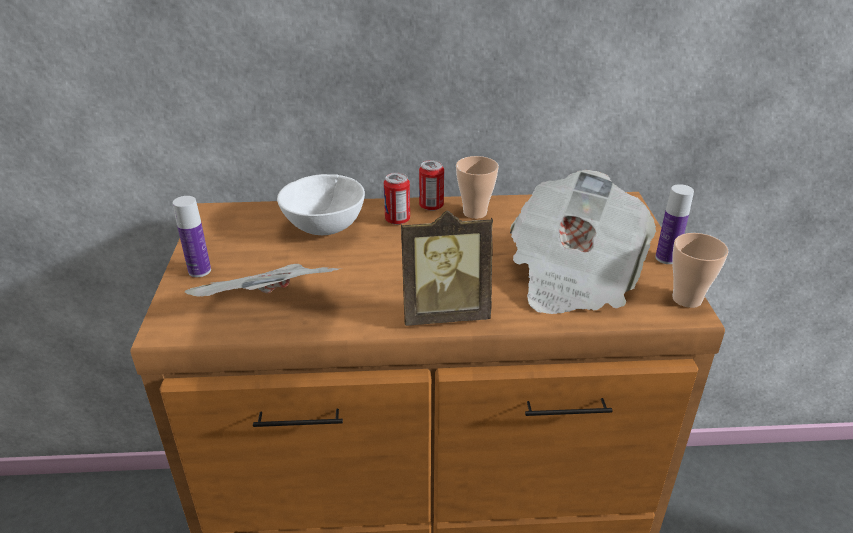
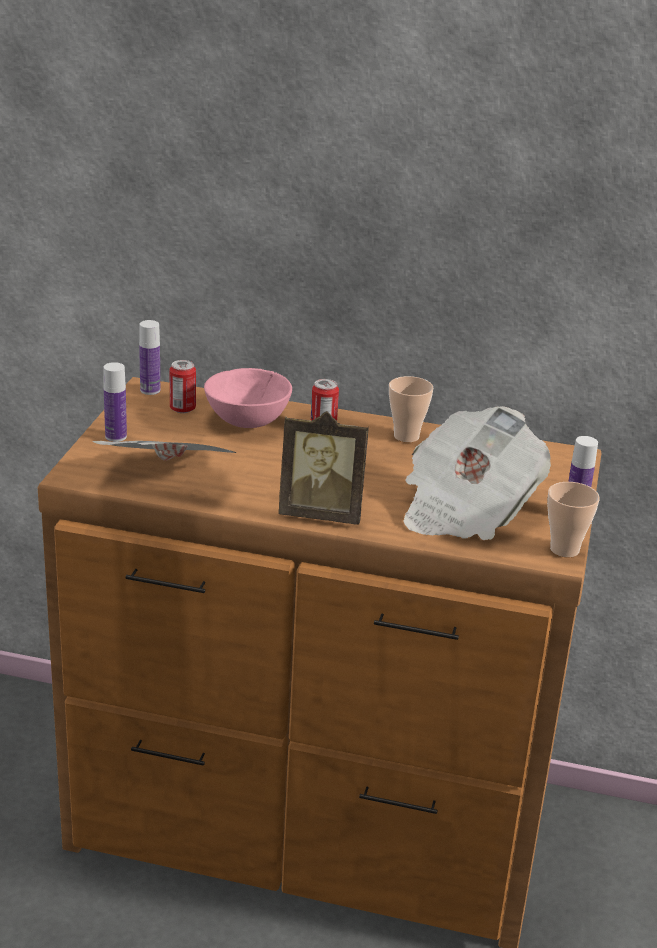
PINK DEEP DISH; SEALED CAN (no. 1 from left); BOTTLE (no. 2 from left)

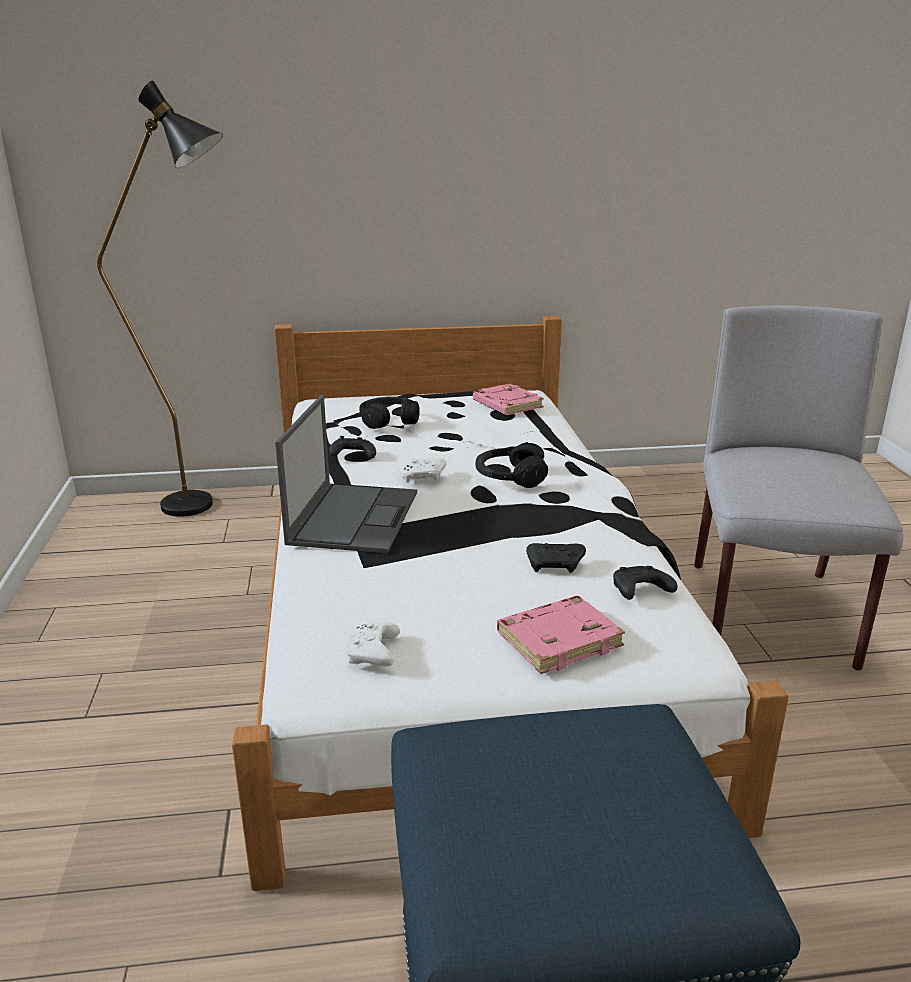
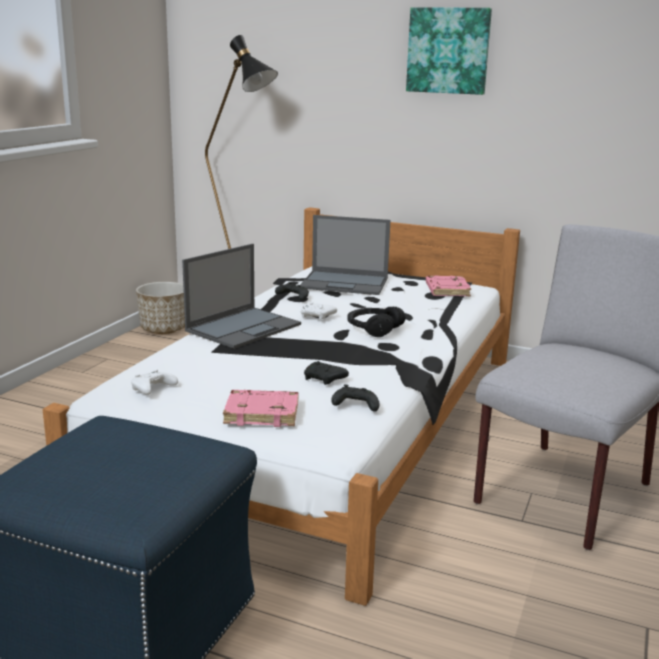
LAPTOP (no. 2 from left); PLANT POT; WALL PICTURE

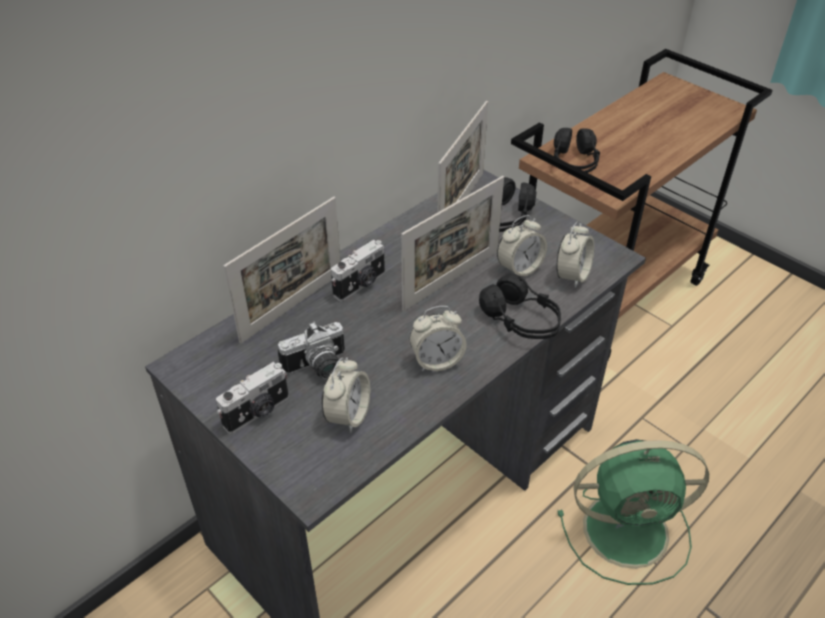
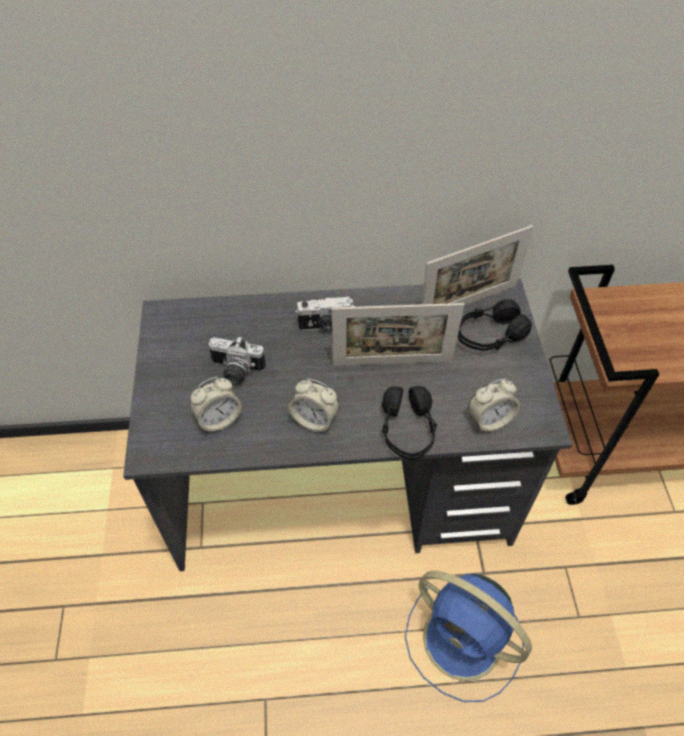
STILL CAMERA (no. 1 from left in the first image); STANDING FRAME (no. 1 from left in the first image); ALARM CLOCK (no. 3 from left in the first image); BLACK-COLOURED HEADPHONES (no. 3 from left in the first image); BLUE-COLOURED COOLING FAN

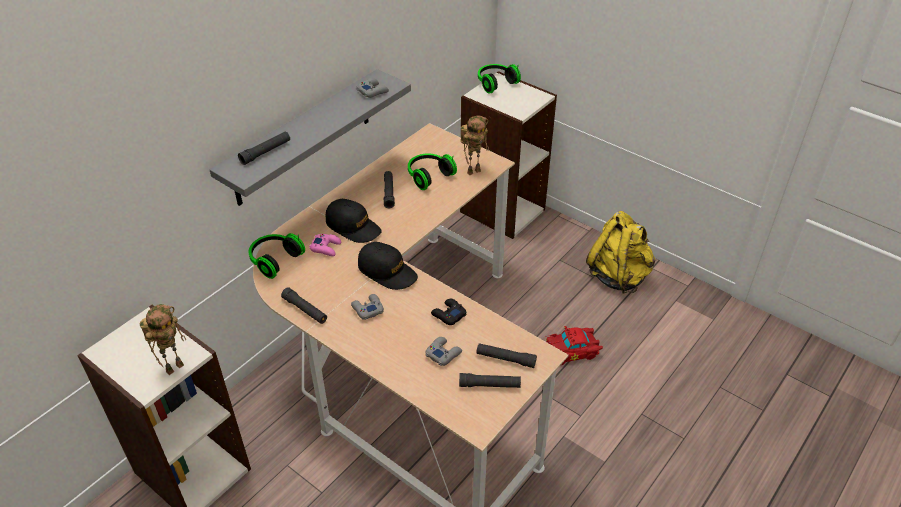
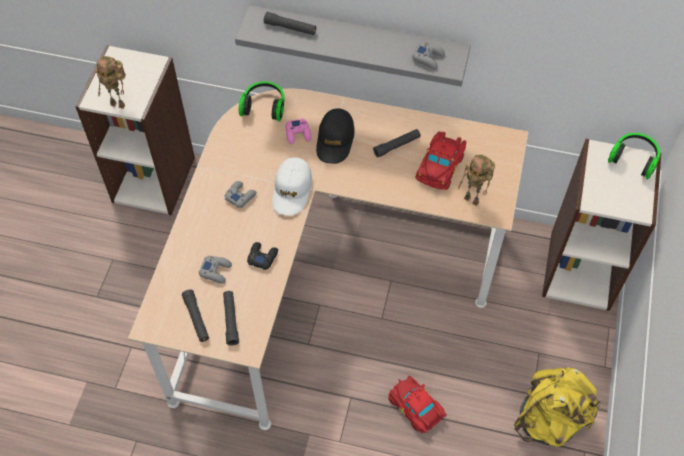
BLACK-COLOURED TORCH (no. 2 from left in the first image); WHITE BASEBALL CAP; RED-COLOURED MINIATURE CAR (no. 2 from left)

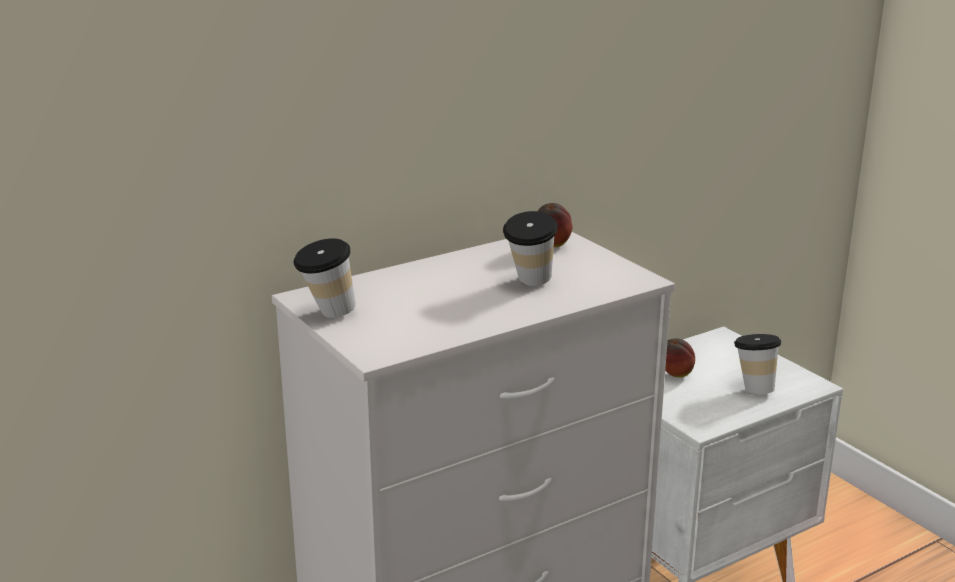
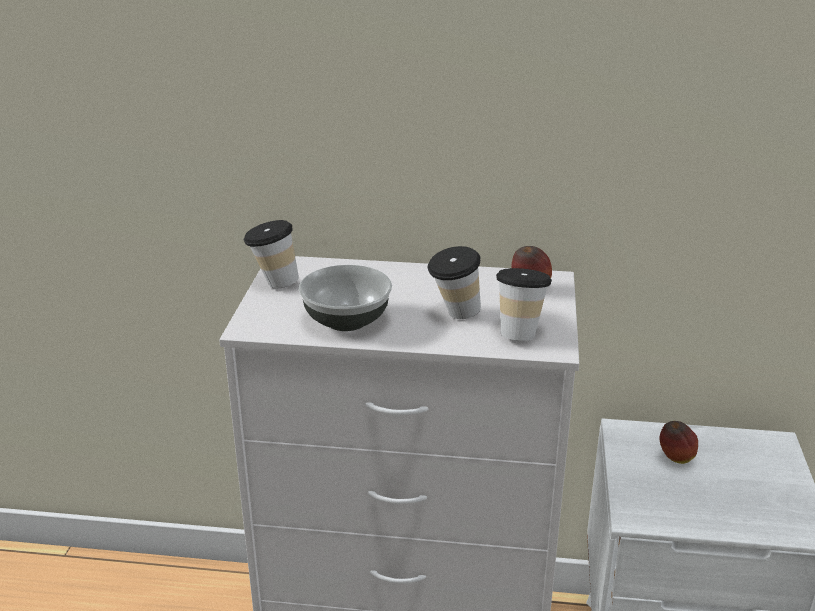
DRINKING CUP (no. 3 from left); DEEP DISH

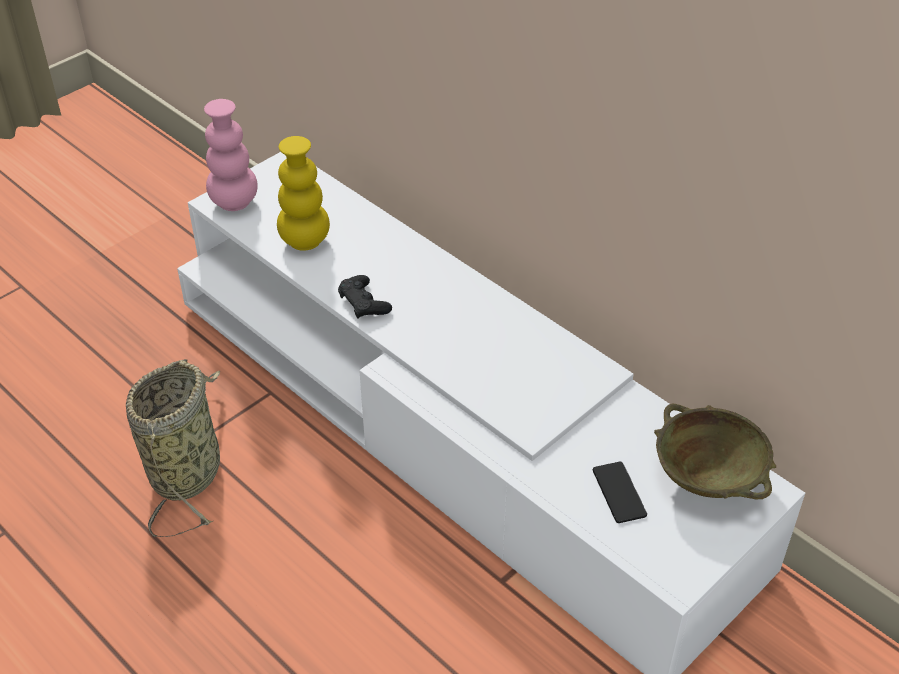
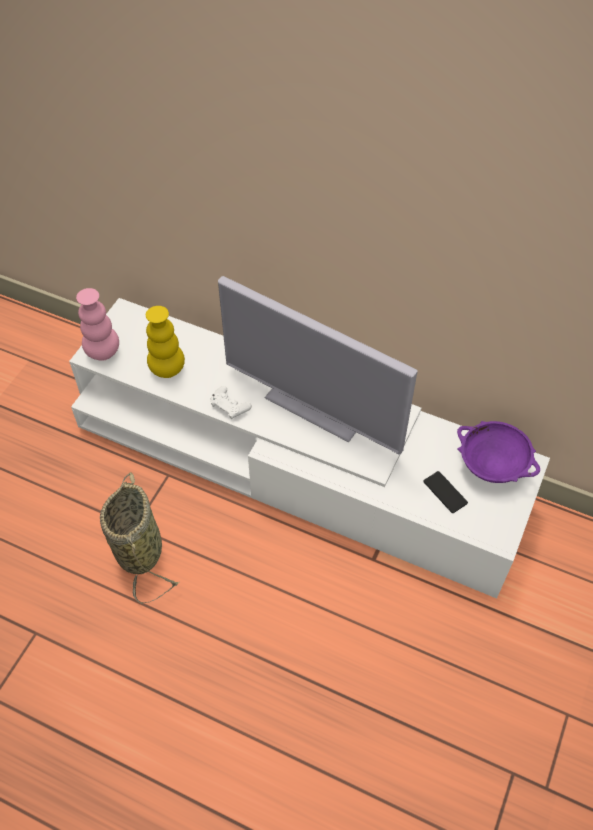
WHITE GAME CONTROLLER; PURPLE-COLOURED DEEP DISH; TV SET

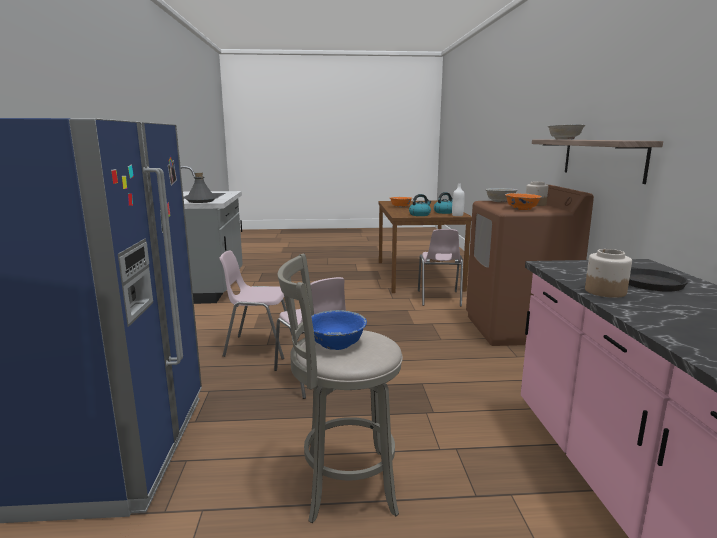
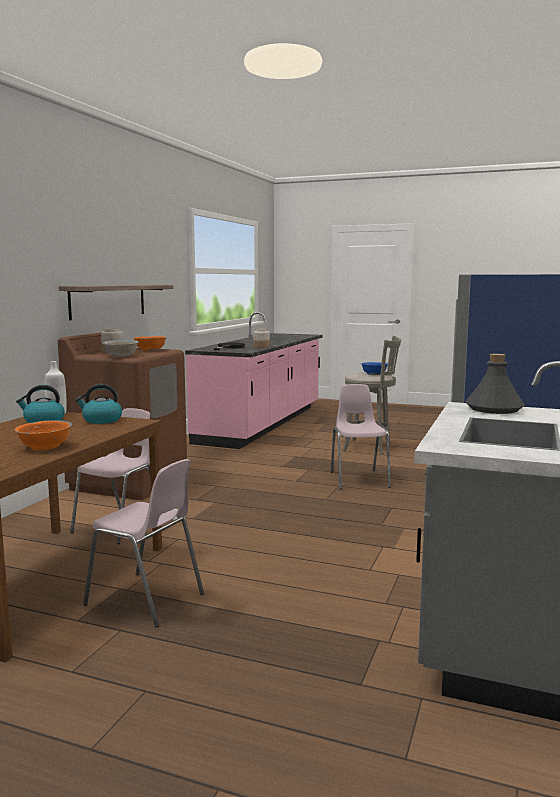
PINK CHAIR (no. 2 from left); WHITE DEEP DISH (no. 2 from left in the first image)

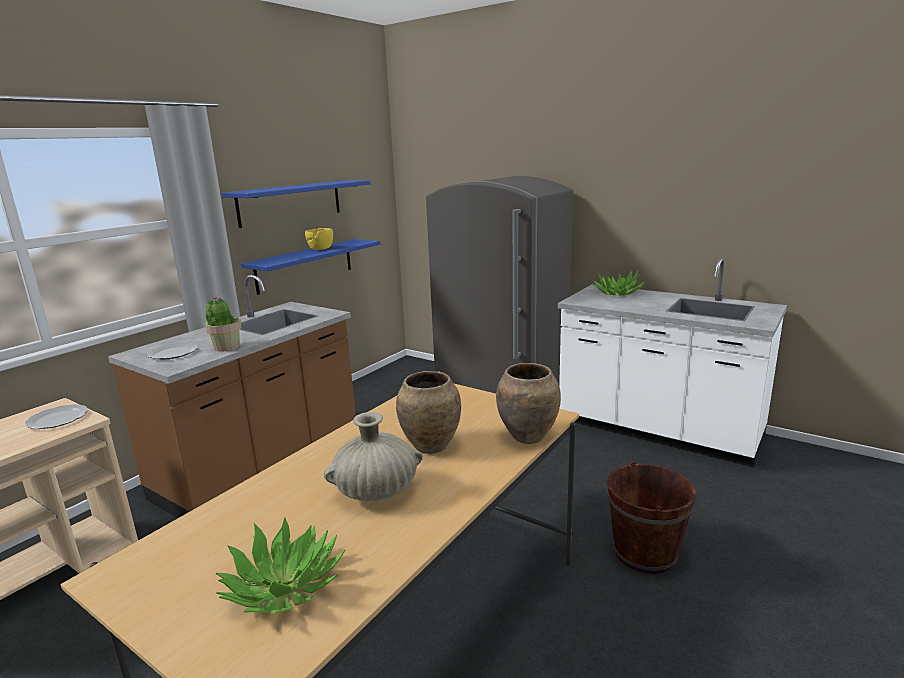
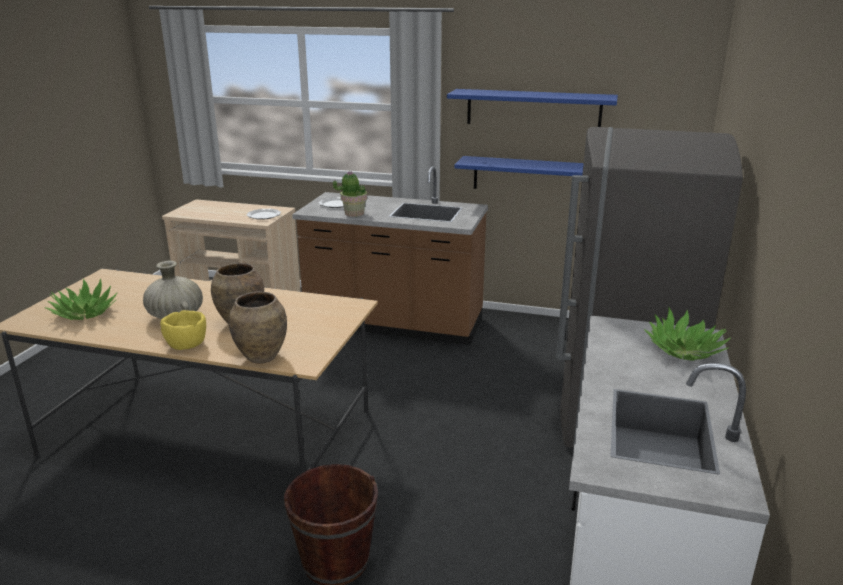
YELLOW-COLOURED DEEP DISH

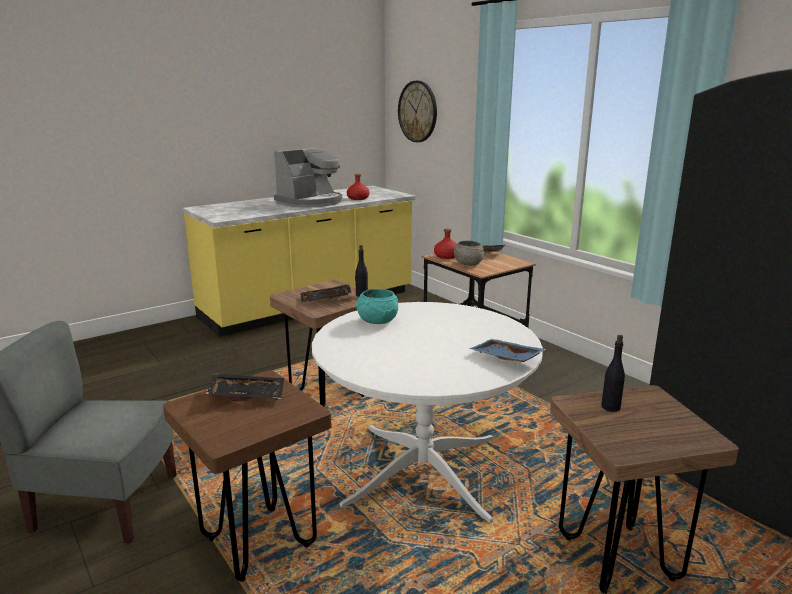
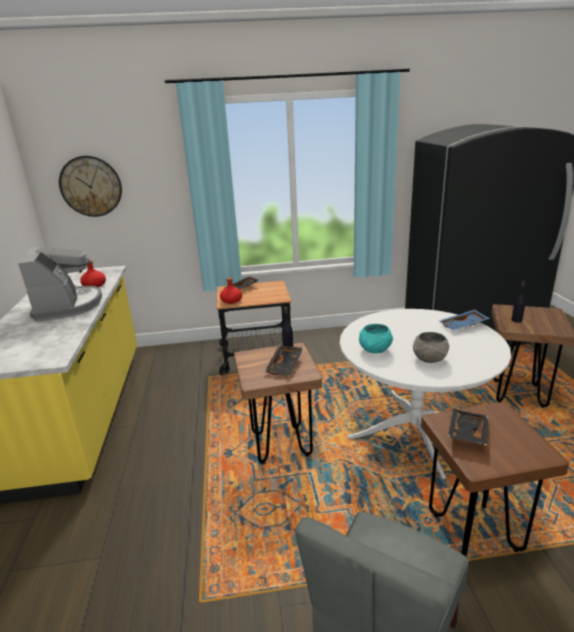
GRAY DEEP DISH

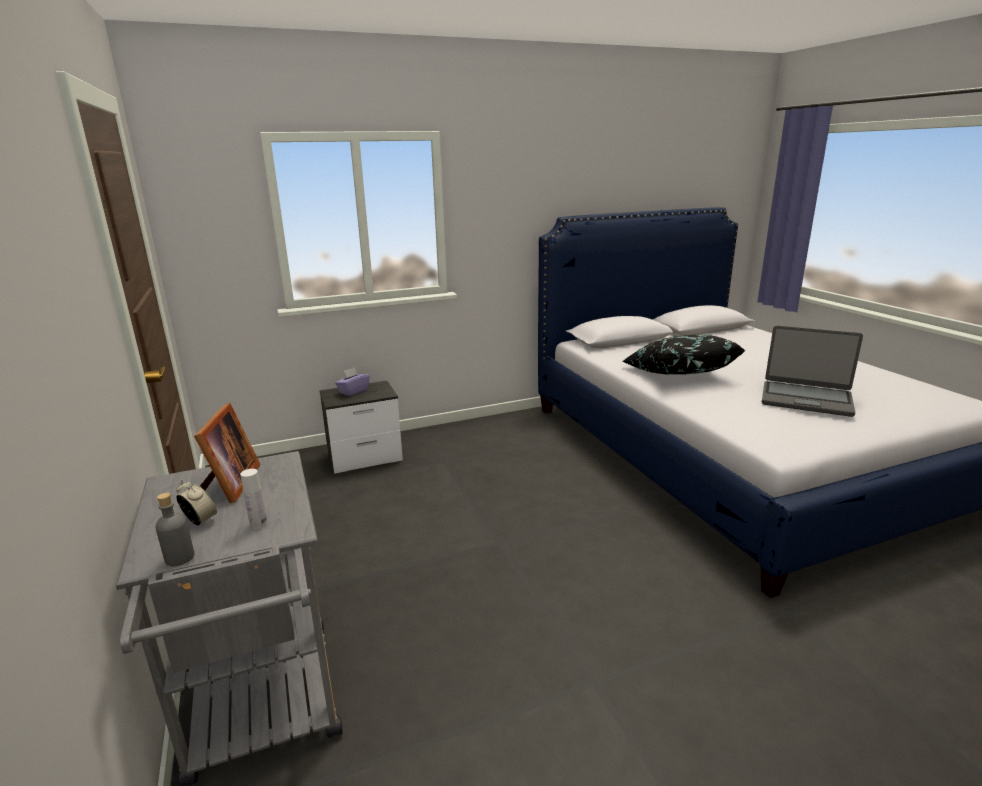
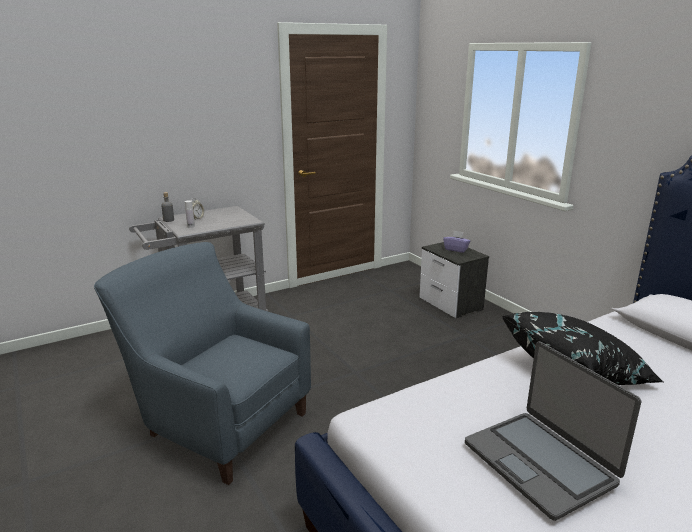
STANDING FRAME; LAPTOP; BLUE-COLOURED EASY CHAIR

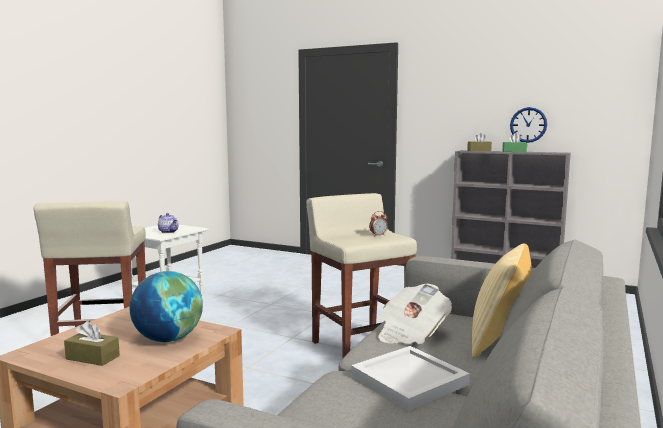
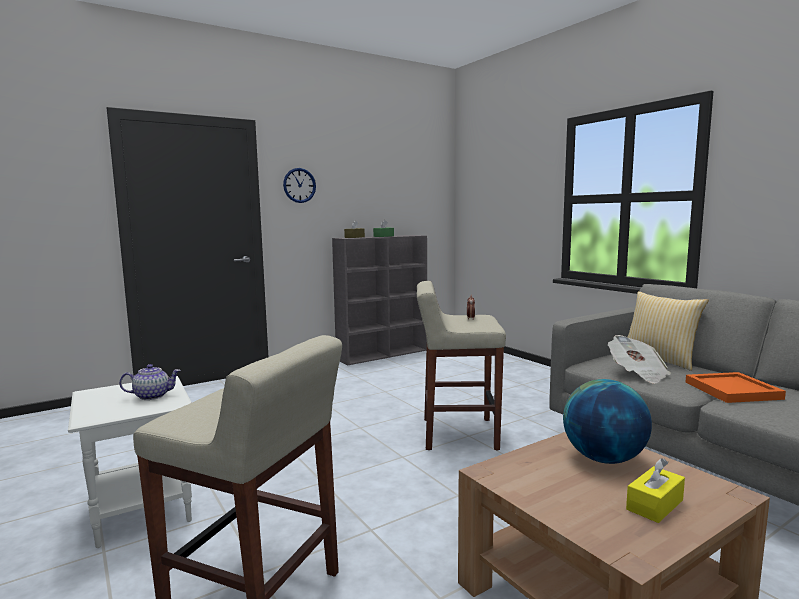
YELLOW-COLOURED BOX OF TISSUES; ORANGE-COLOURED TRAY; WALL CLOCK

